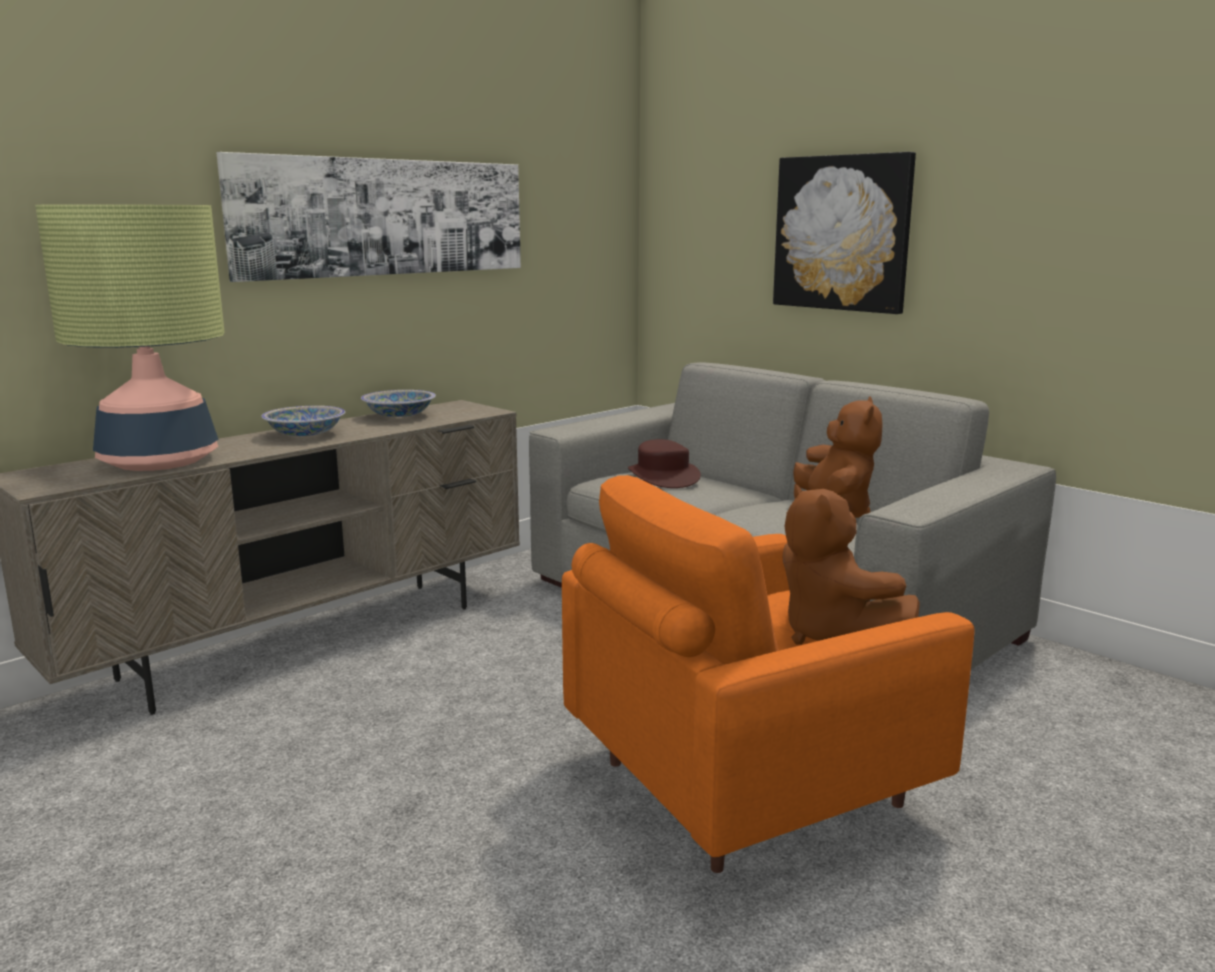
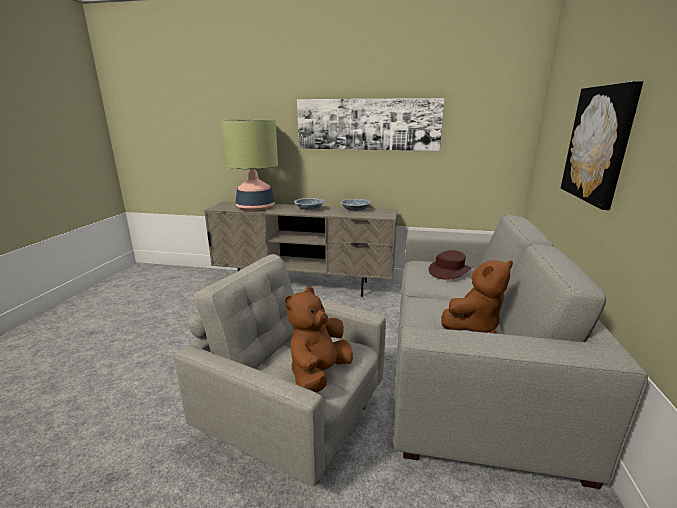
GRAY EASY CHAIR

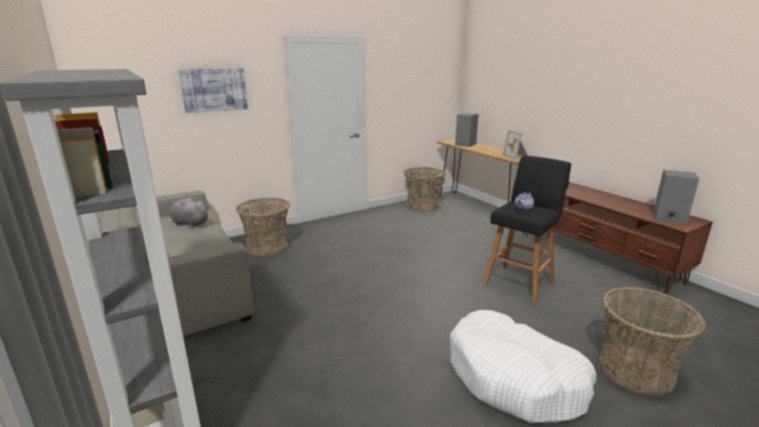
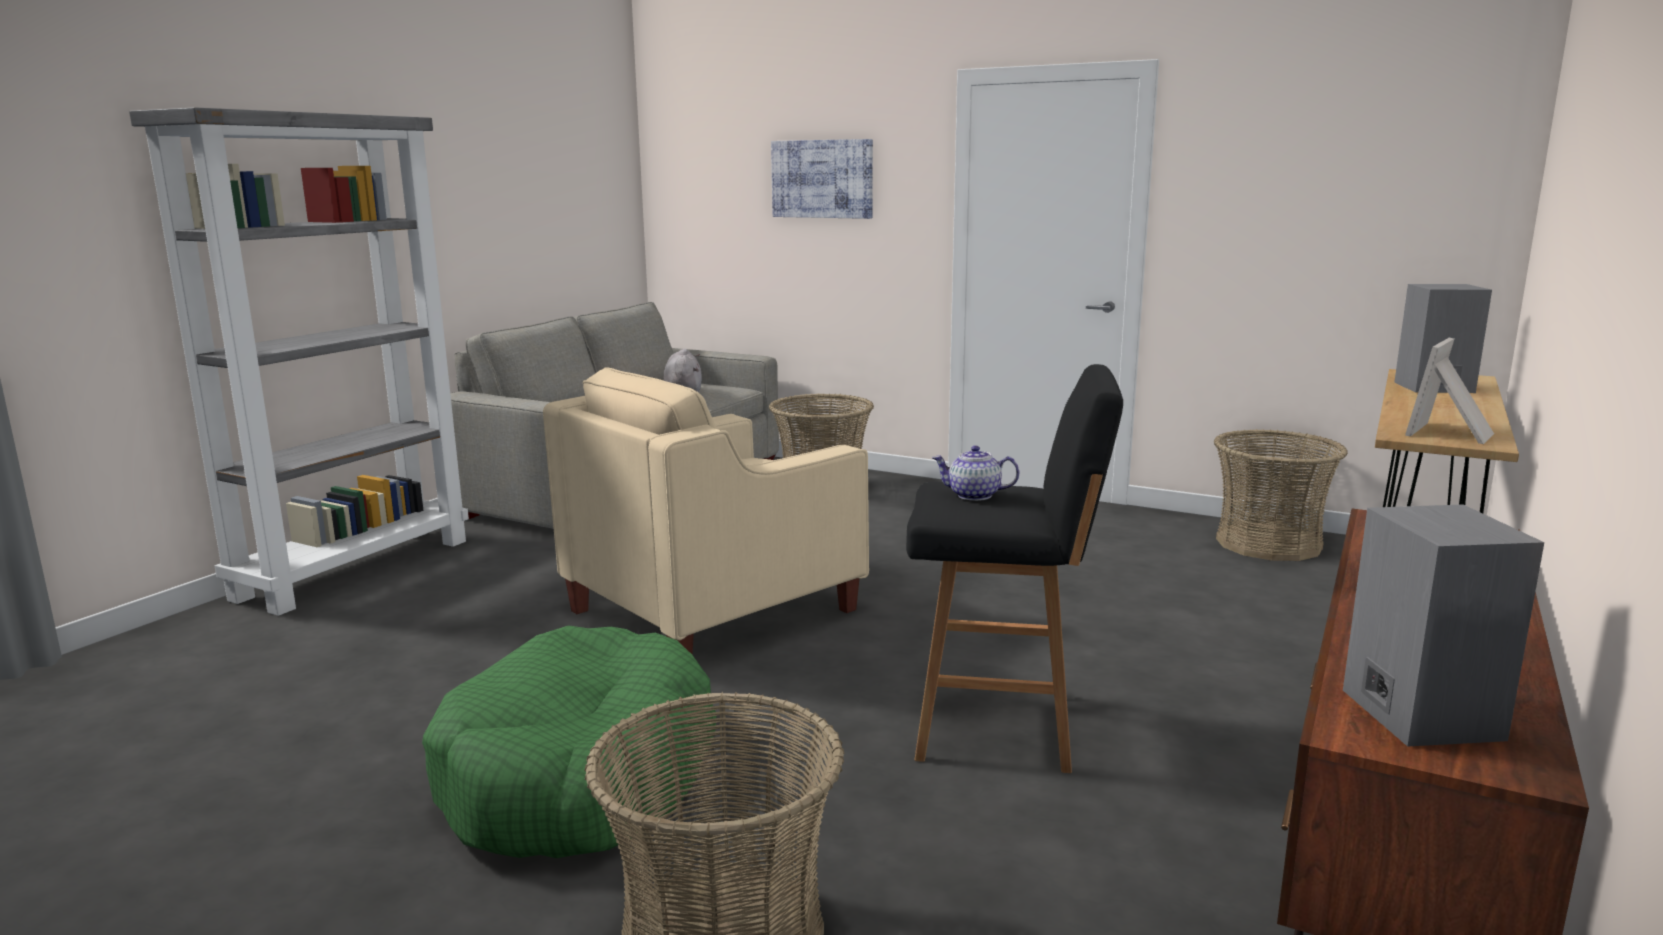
GREEN PET BED; BEIGE-COLOURED EASY CHAIR

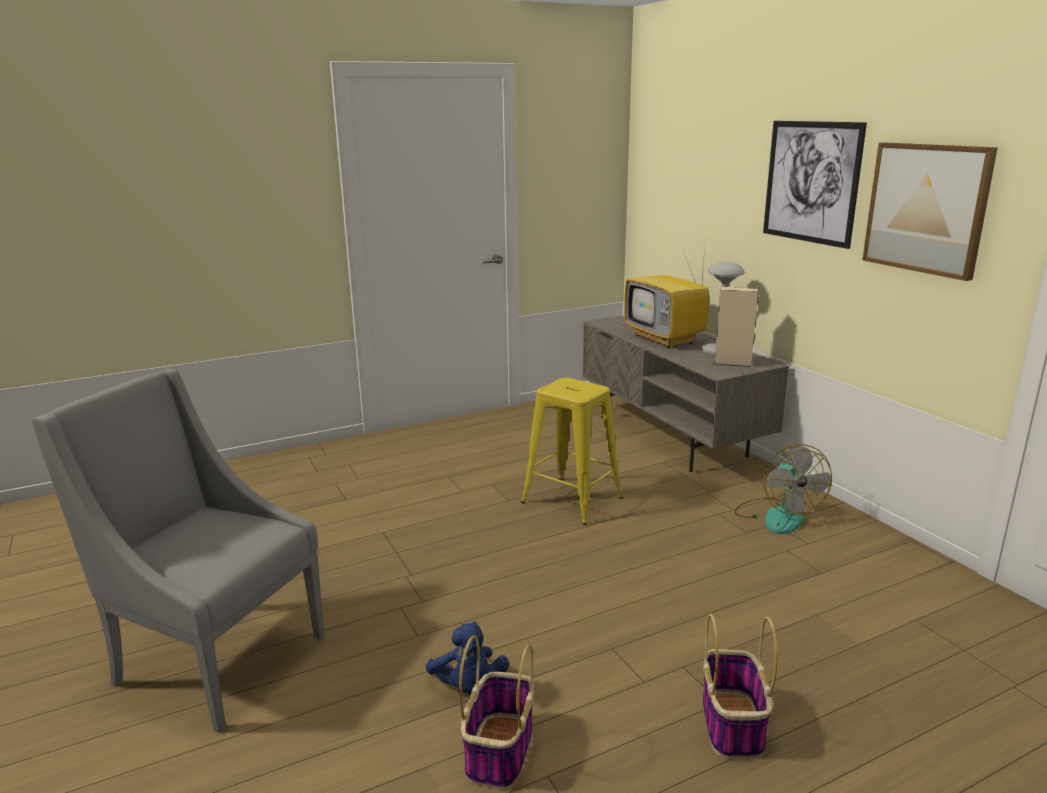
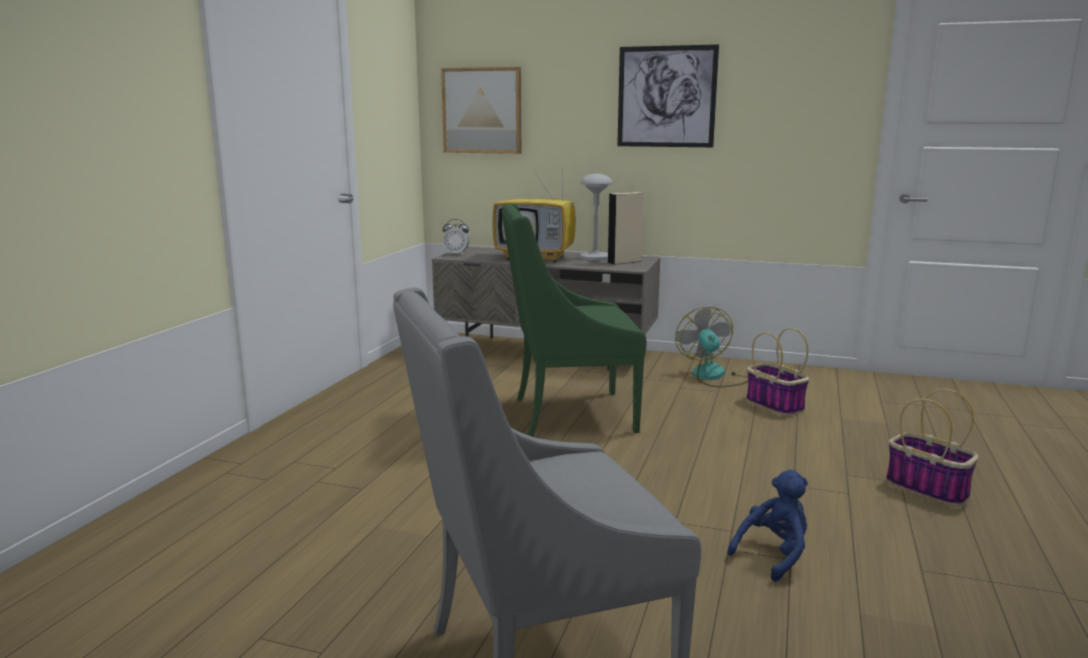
BLUE-COLOURED CUDDLY TOY; STORAGE BASKET (no. 1 from left); GREEN EASY CHAIR; COOLING FAN; WALL PICTURE (no. 1 from left); ALARM CLOCK

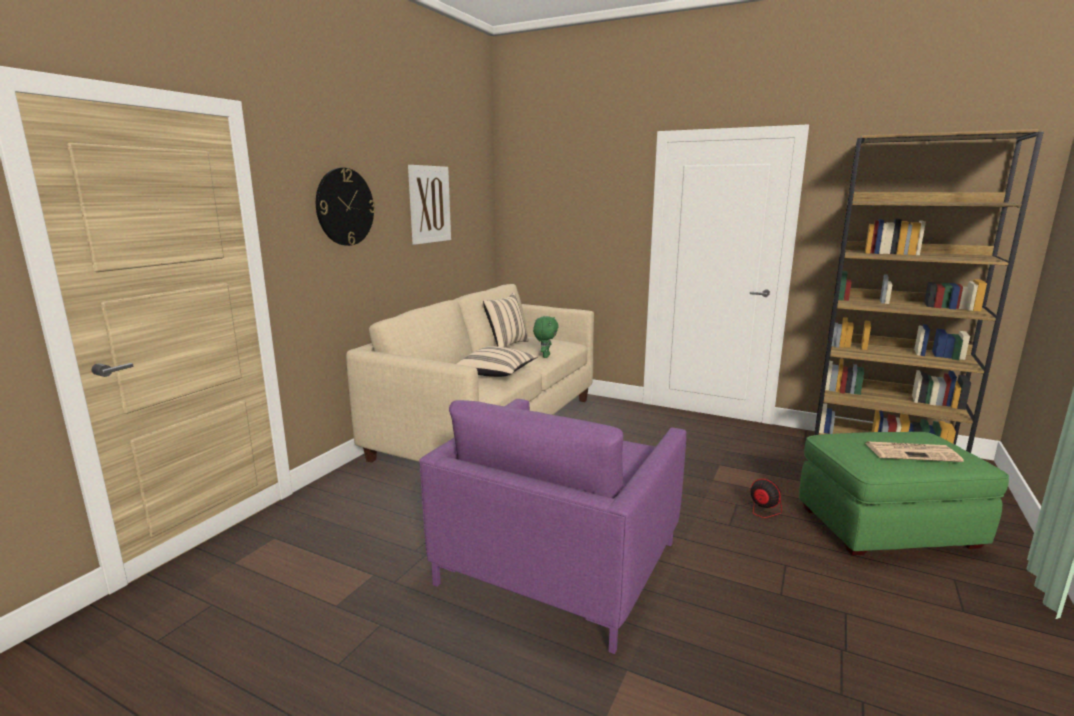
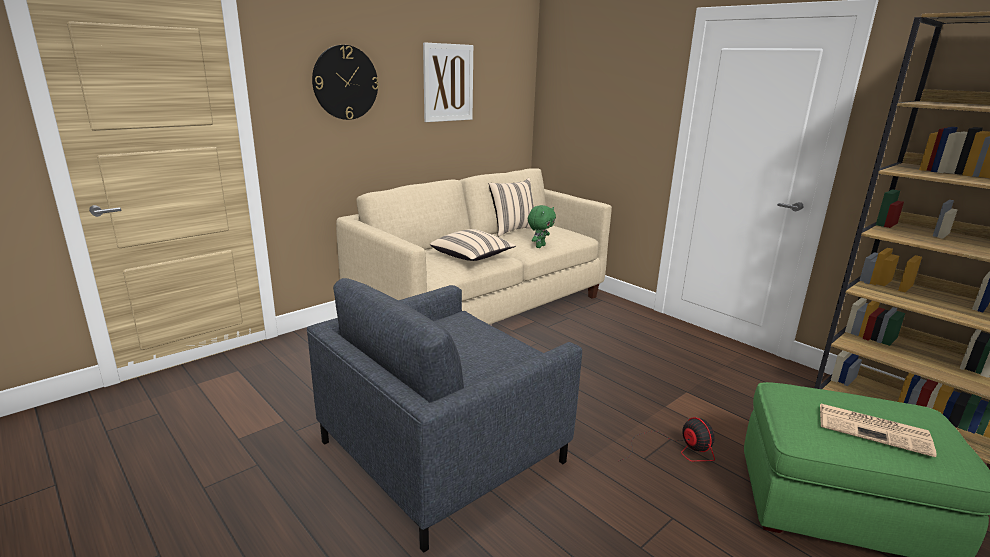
GRAY EASY CHAIR

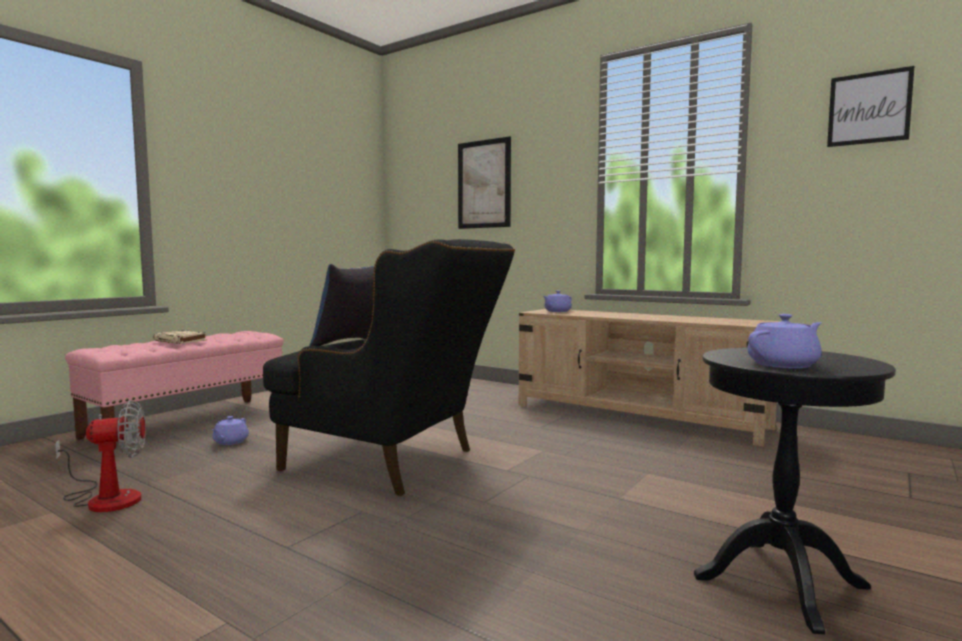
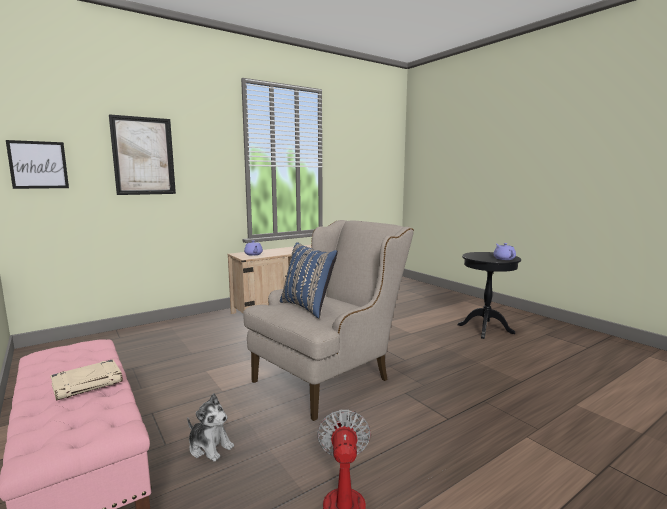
CUDDLY TOY; BEIGE-COLOURED EASY CHAIR; WALL PICTURE (no. 1 from left)

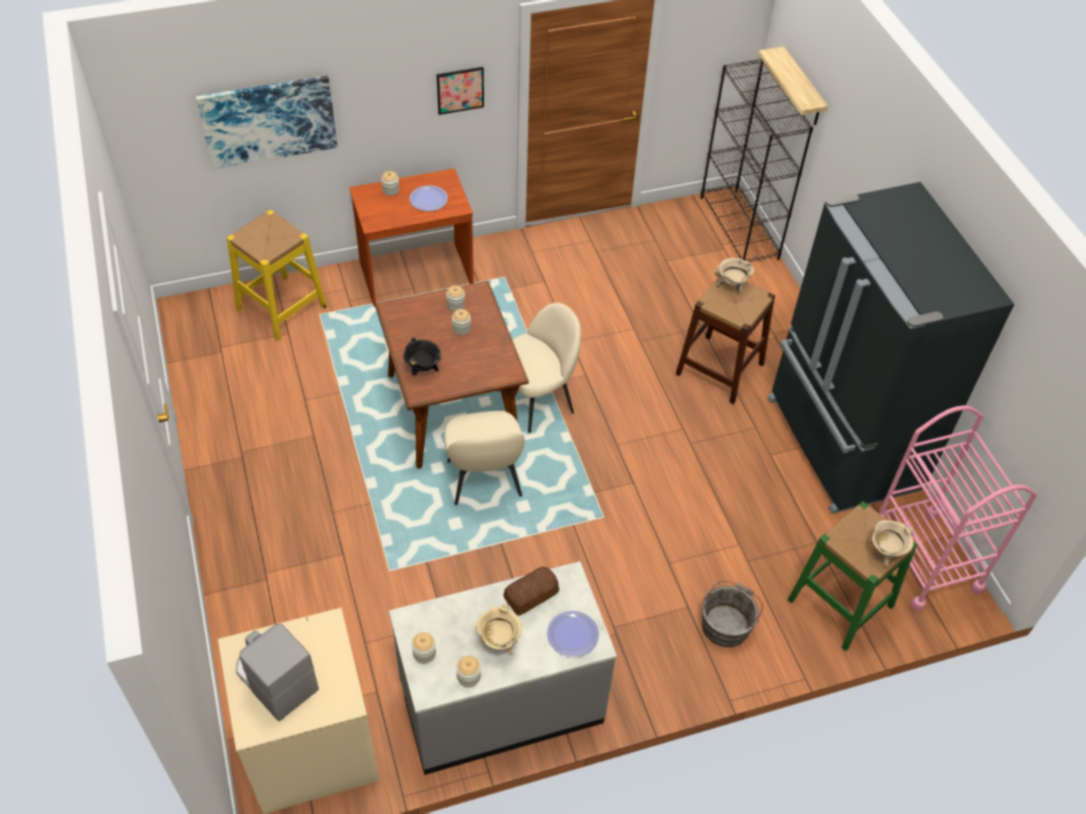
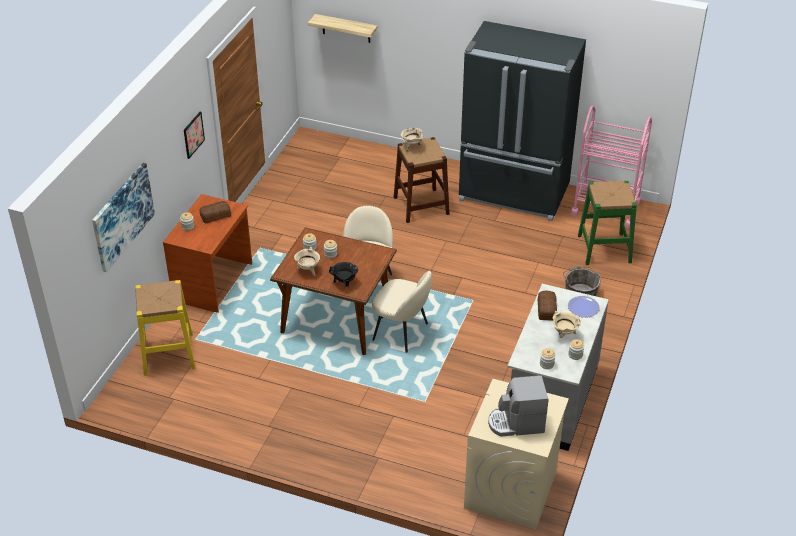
BAKED BREAD (no. 1 from left); BLACK-COLOURED BOOKSHELF; BEIGE-COLOURED COOKING POT (no. 1 from left)

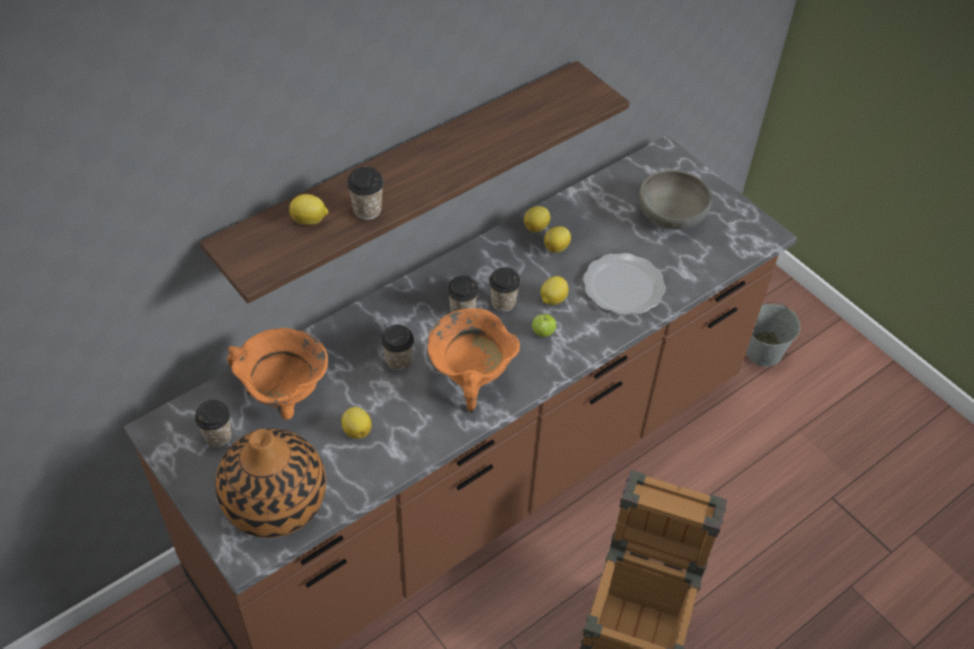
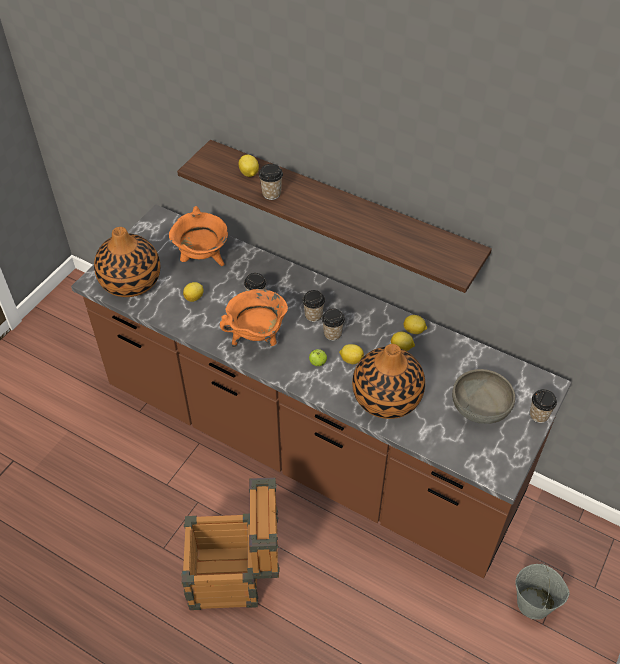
DRINKING CUP (no. 5 from left); VASE (no. 2 from left)

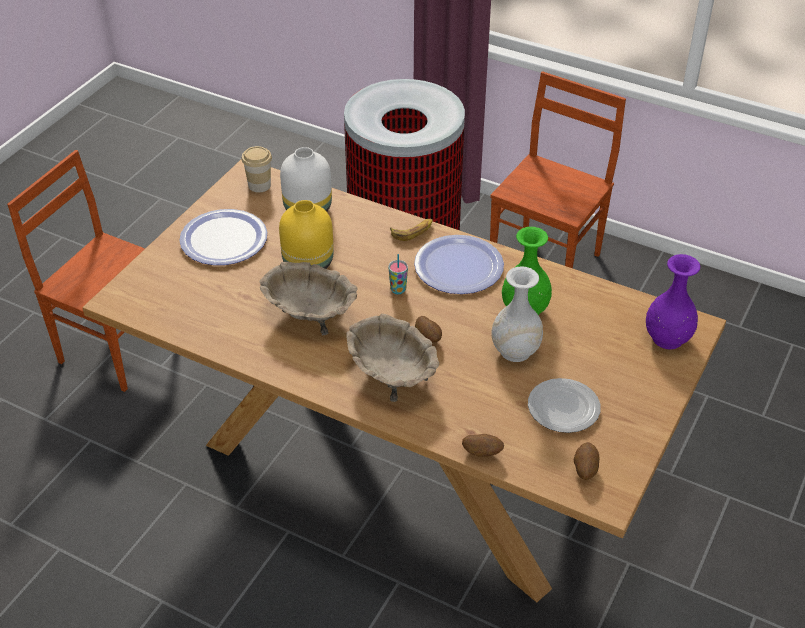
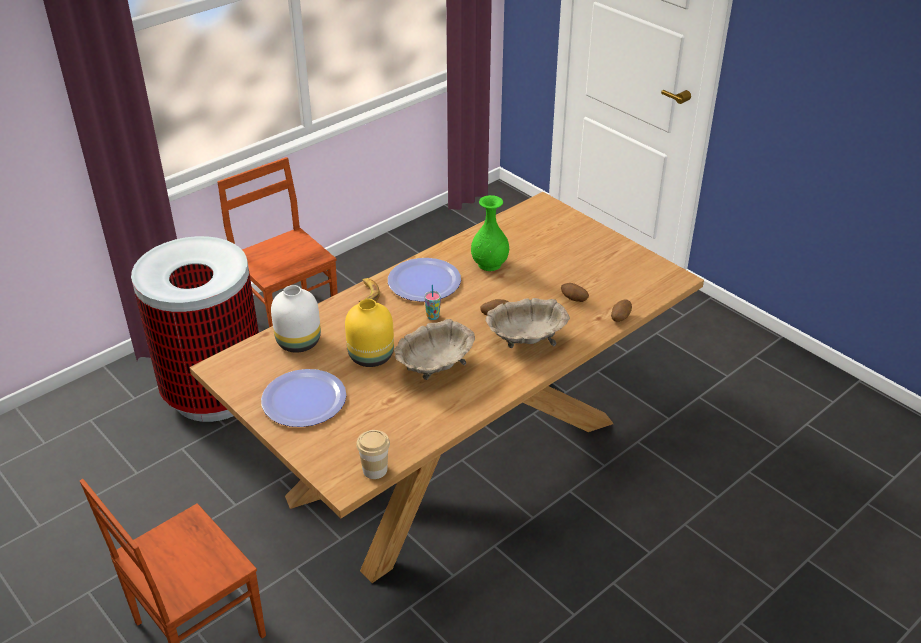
DRINKING CUP (no. 1 from left); WHITE VASE (no. 2 from left in the first image); PLATE (no. 3 from left in the first image); SPUD (no. 2 from left); PURPLE-COLOURED VASE

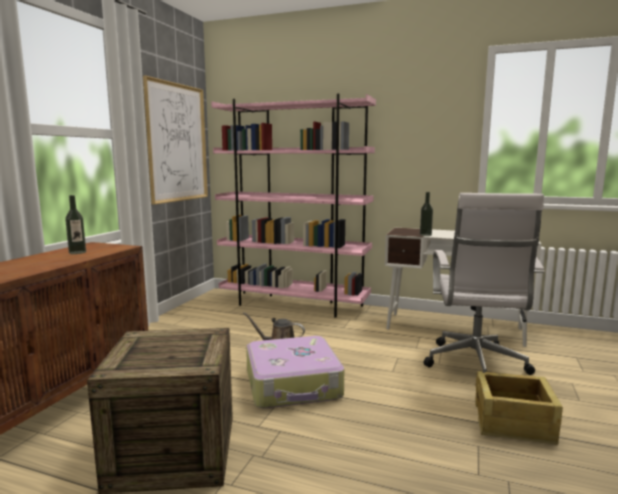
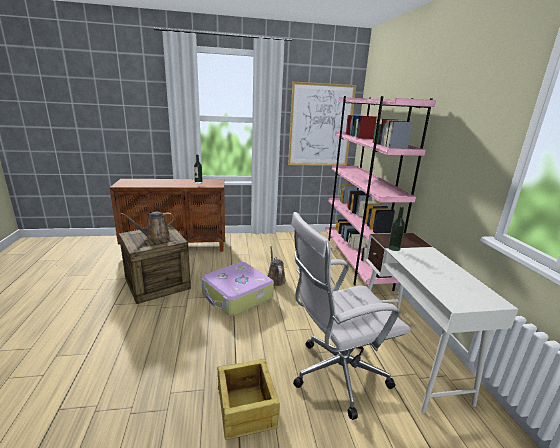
BROWN WATERING CAN (no. 1 from left)

